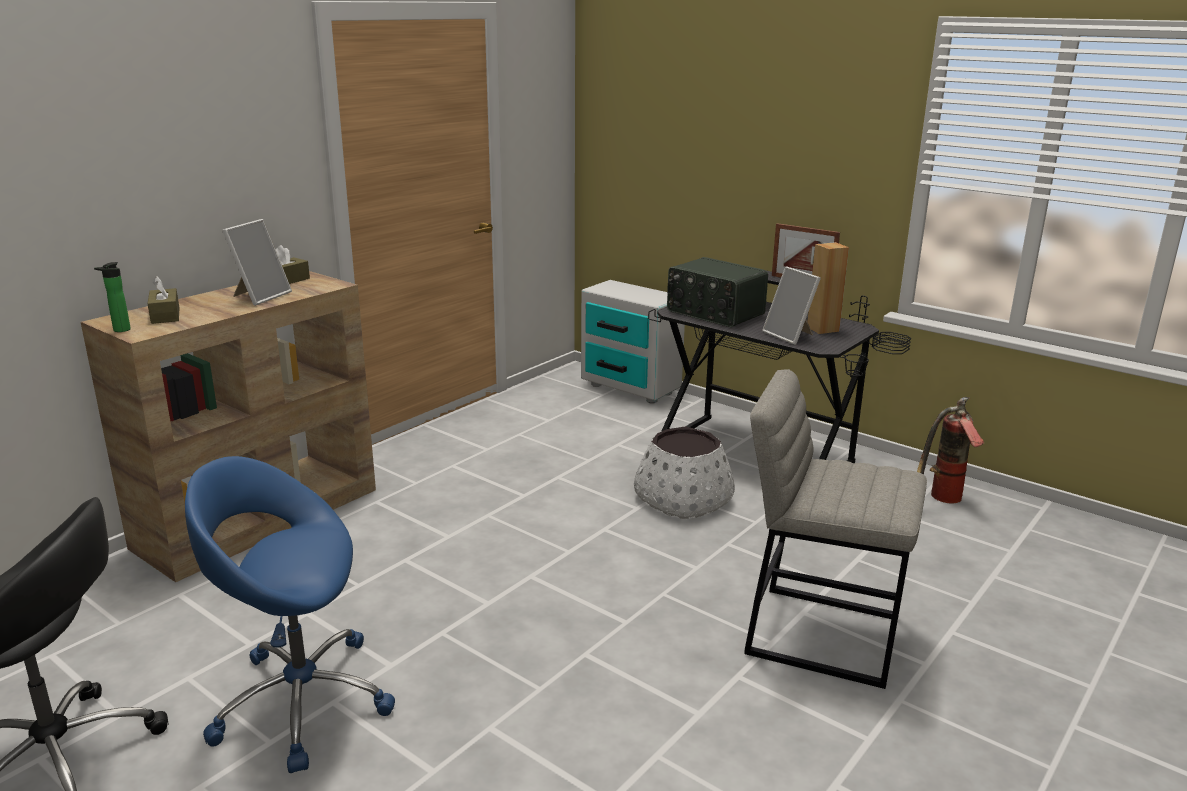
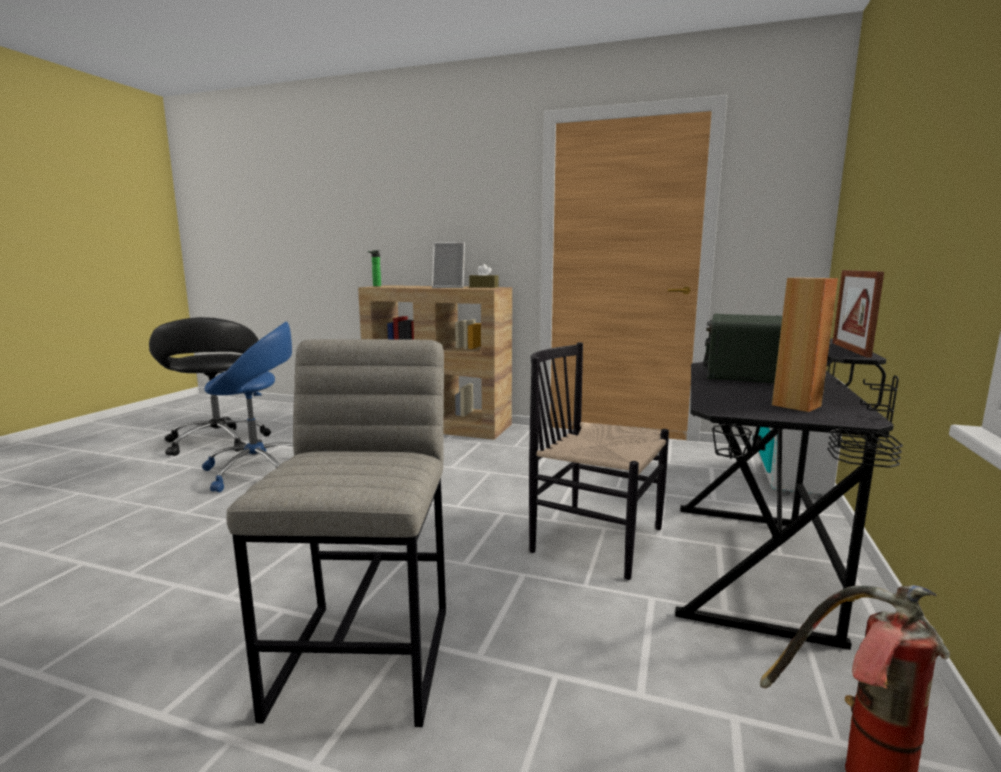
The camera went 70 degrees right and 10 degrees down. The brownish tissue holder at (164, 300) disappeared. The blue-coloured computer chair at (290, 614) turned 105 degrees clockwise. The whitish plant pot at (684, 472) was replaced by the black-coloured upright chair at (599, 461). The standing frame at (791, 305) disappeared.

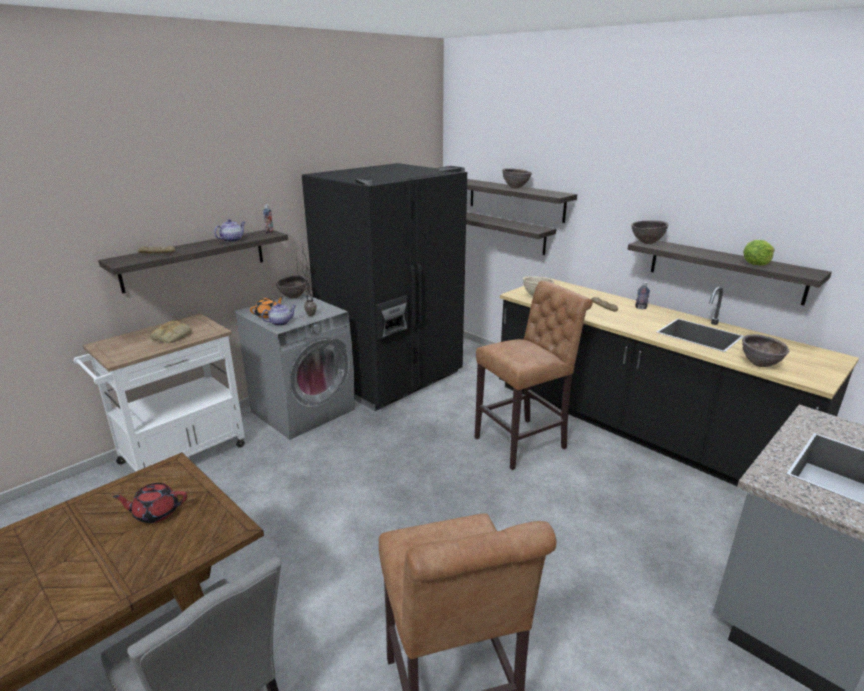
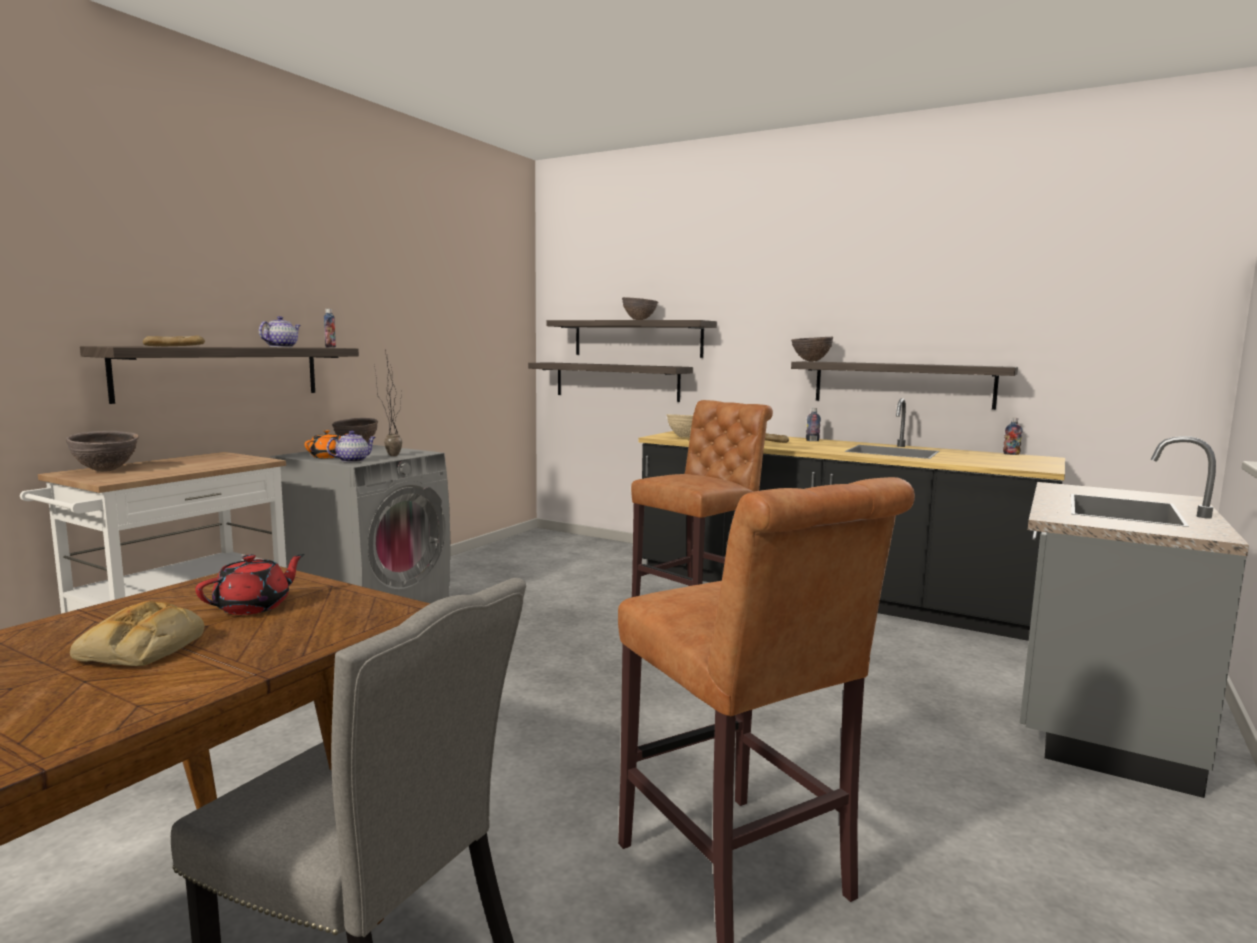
The camera went 15 degrees left and 15 degrees down. The red tea pot at (150, 503) turned 150 degrees clockwise. The bakery bread moved from (171, 332) to (137, 633). The black-coloured fridge at (384, 287) disappeared. The brownish serving bowl moved from (765, 350) to (102, 451). The head of lettuce at (759, 253) disappeared. The bottle at (1012, 436) appeared.

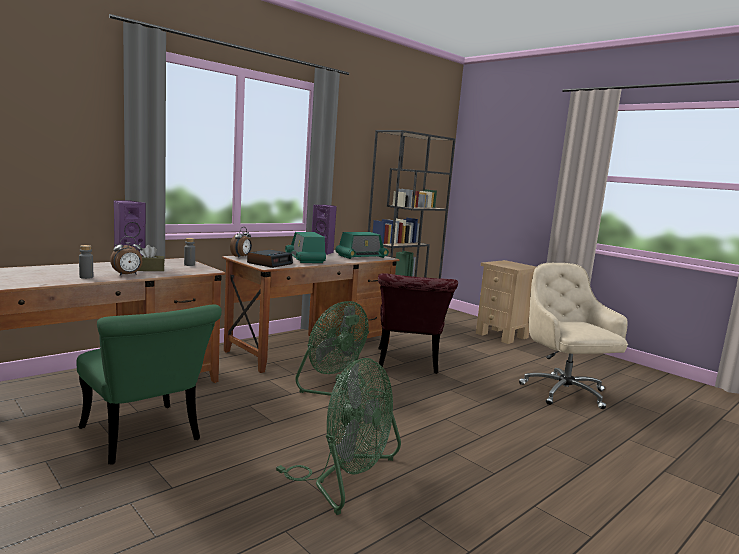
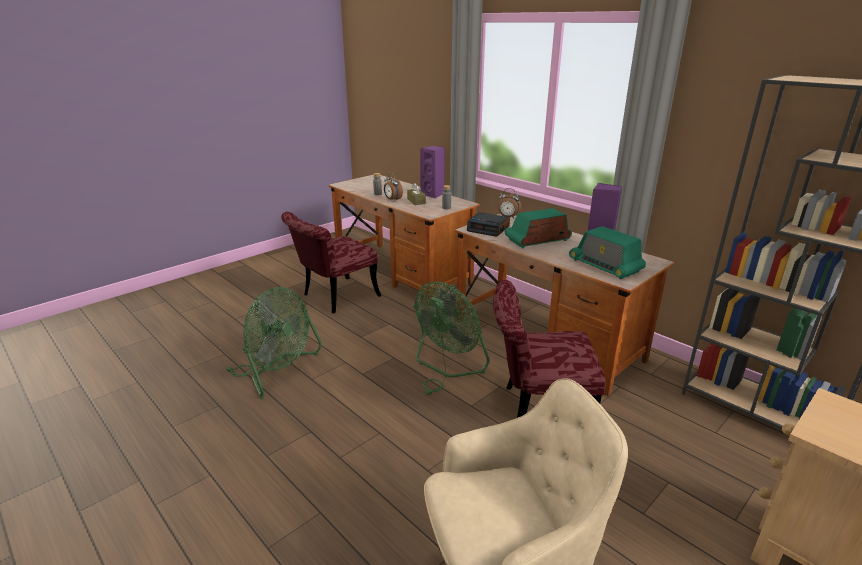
The camera went 90 degrees right and 15 degrees up. The green upright chair at (149, 384) became the red upright chair at (331, 262). The green electric fan at (338, 436) turned 90 degrees counterclockwise.

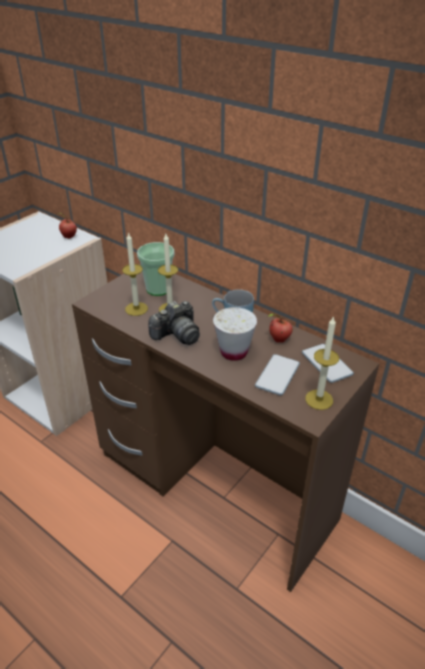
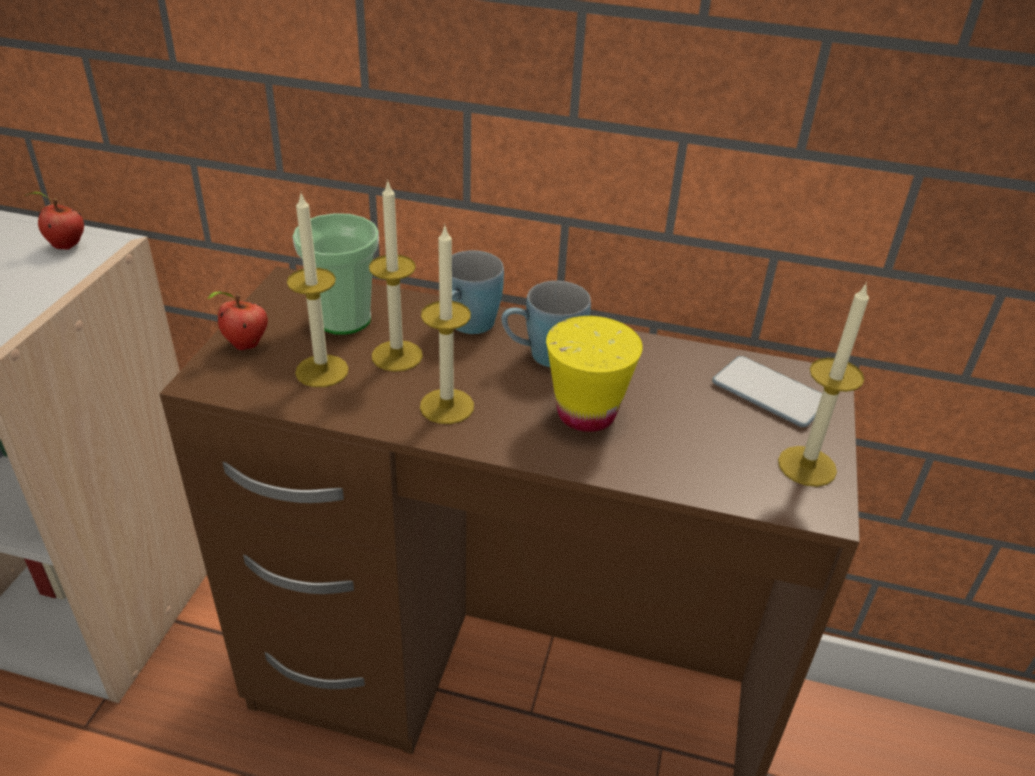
The camera went 25 degrees left and 0 degrees up. The photo camera at (174, 323) was replaced by the candle at (447, 324). The whitish drinking cup at (235, 334) became the yellow-coloured drinking cup at (594, 374). The phone at (277, 374) disappeared. The whole apple moved from (280, 328) to (237, 320). The blue-coloured coffee mug at (478, 292) appeared.

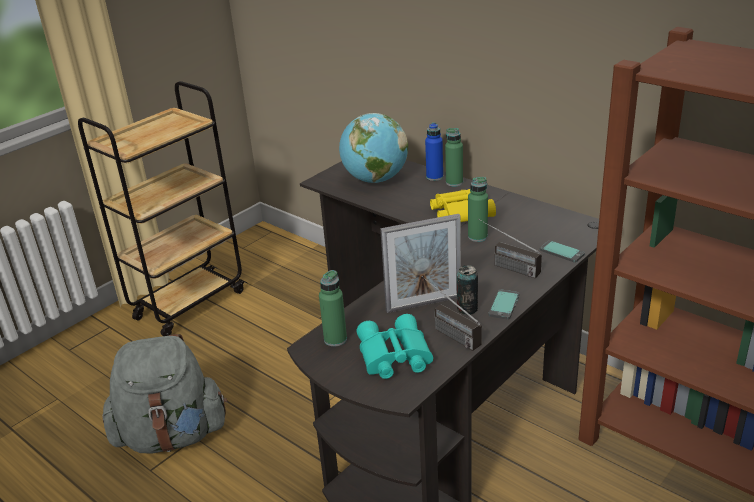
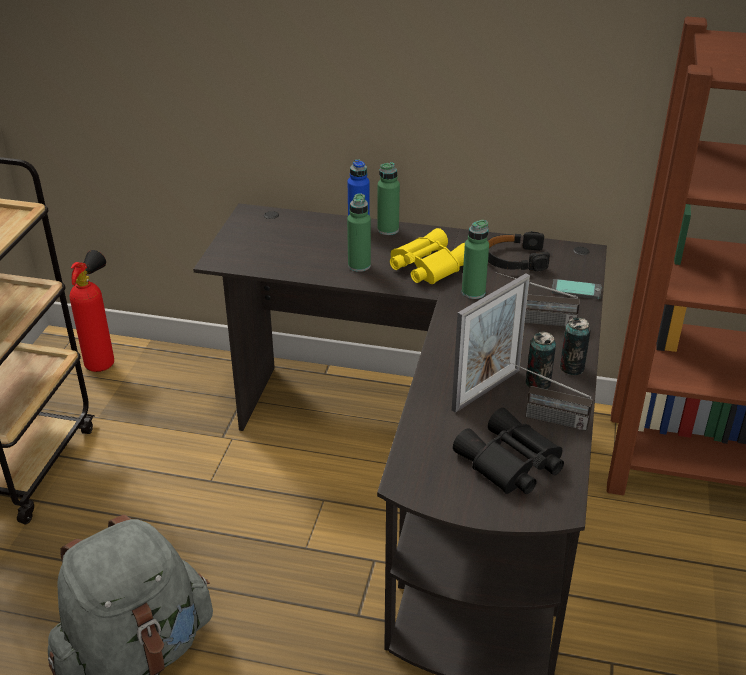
The camera went 30 degrees left and 5 degrees up. The green bottle moved from (333, 308) to (359, 232). The desk globe at (373, 148) disappeared. The turquoise-coloured pair of binoculars at (394, 346) became the black-coloured pair of binoculars at (508, 451). The phone at (504, 304) was replaced by the can at (575, 346). The extinguisher at (92, 311) appeared. The black-coloured headset at (518, 251) appeared.

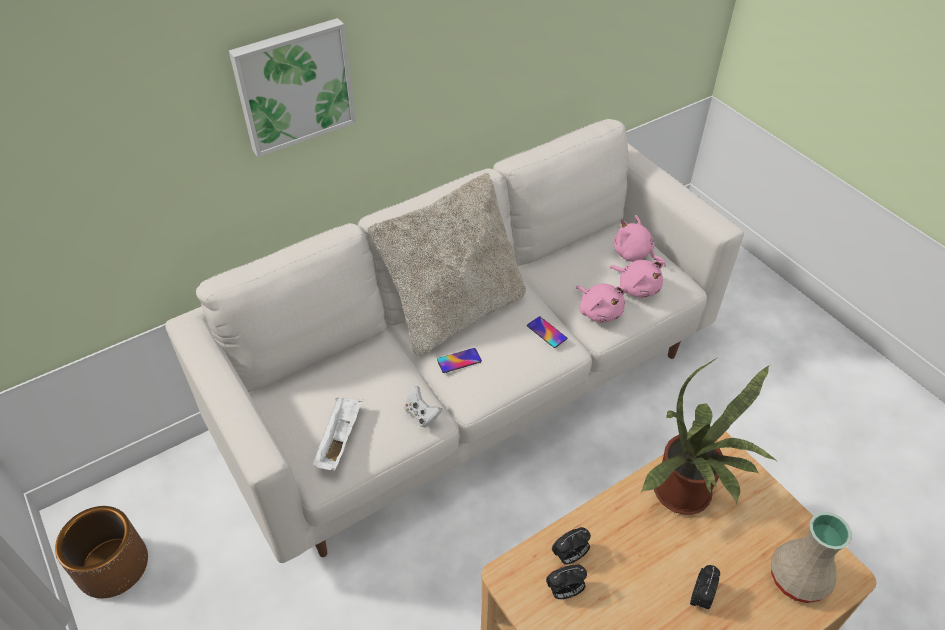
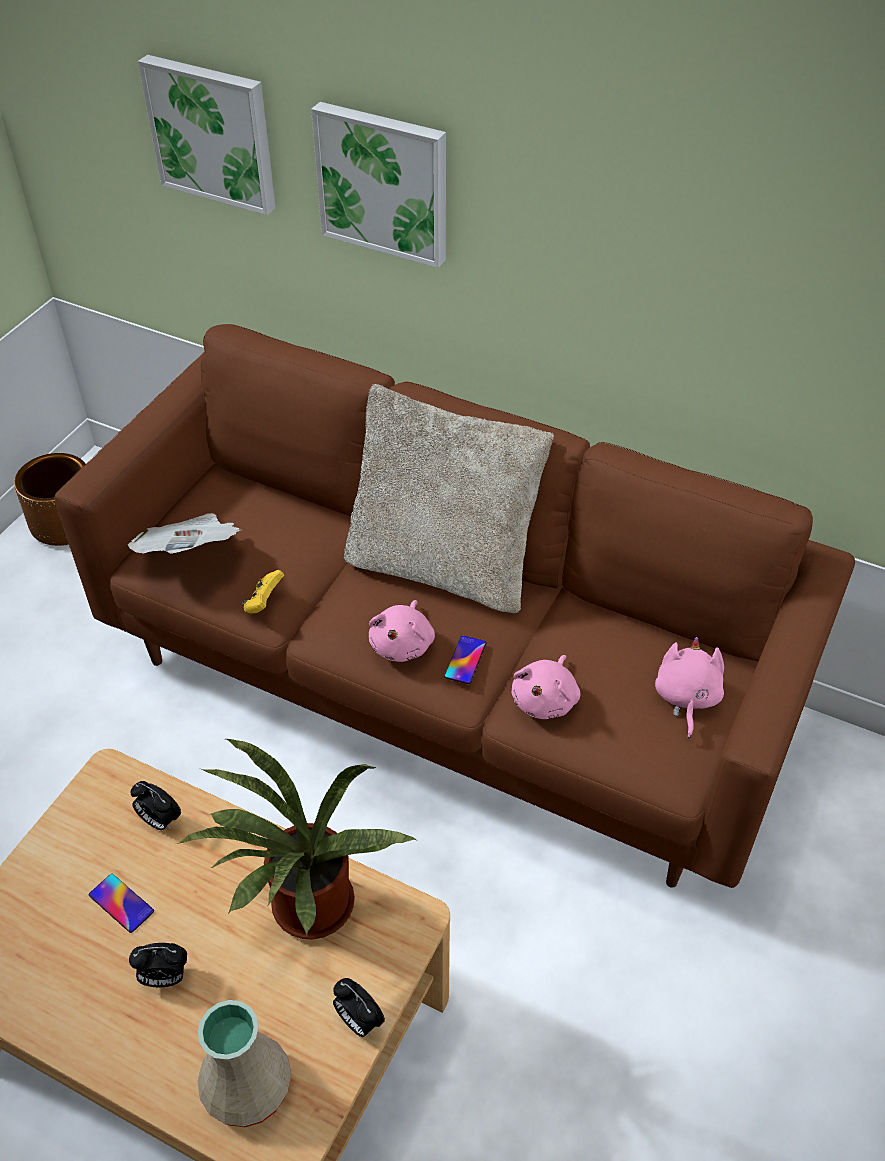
The camera went 60 degrees right and 0 degrees up. The whitish sofa at (454, 341) became the brownish sofa at (454, 606). The whitish tray at (337, 434) was replaced by the daily paper at (185, 533). The whitish joypad at (423, 407) became the yellow-coloured joypad at (263, 592). The phone moved from (459, 360) to (121, 903). The table clock moved from (566, 582) to (359, 1007). The pink cuddly toy moved from (637, 279) to (402, 631). The picture at (207, 135) appeared.

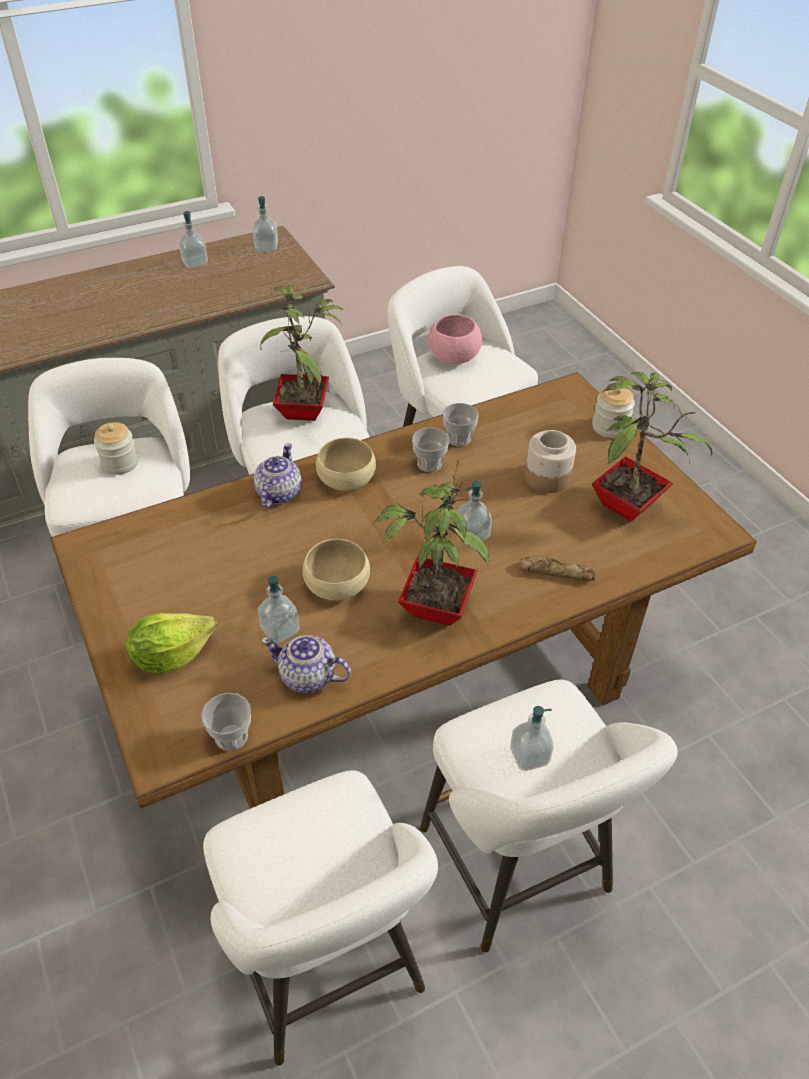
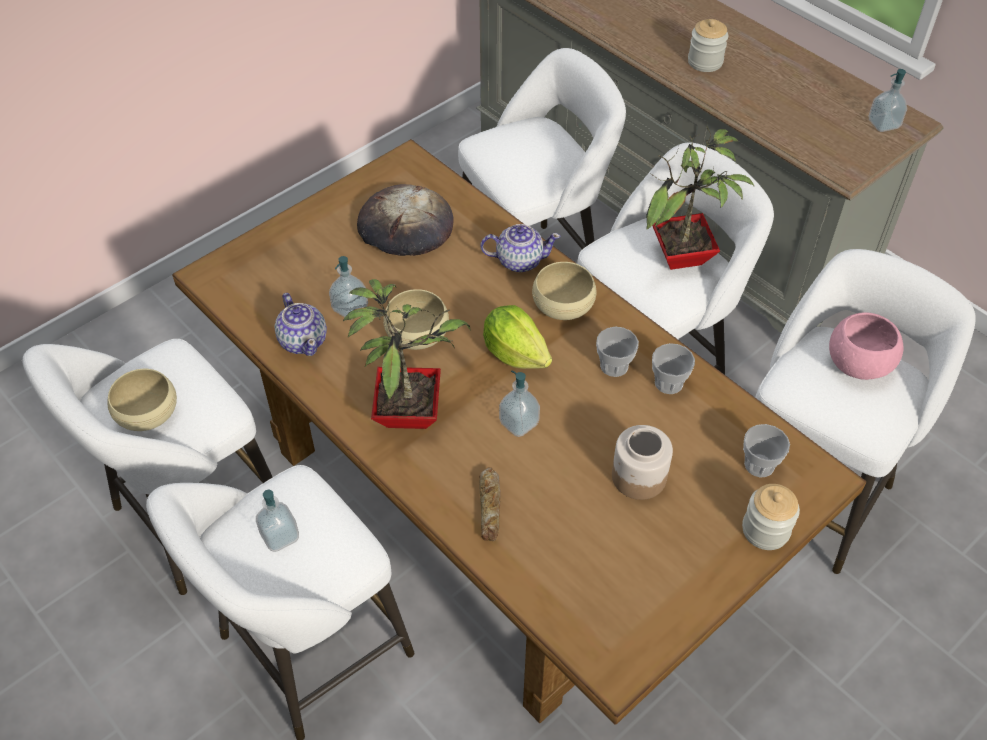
The camera went 75 degrees right and 5 degrees up. The preserve jar moved from (116, 448) to (708, 45). The head of lettuce moved from (171, 643) to (517, 337). The soap bottle at (193, 240) disappeared. The drinking cup moved from (226, 722) to (766, 450). The tea pot at (306, 664) turned 150 degrees clockwise. The potted plant at (652, 447) disappeared. The beige serving bowl at (142, 400) appeared. The bakery bread at (405, 220) appeared.

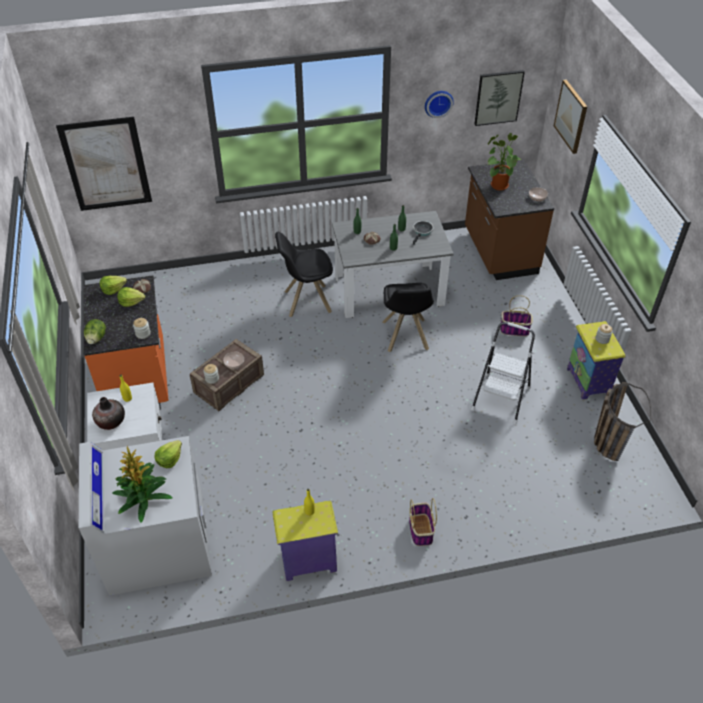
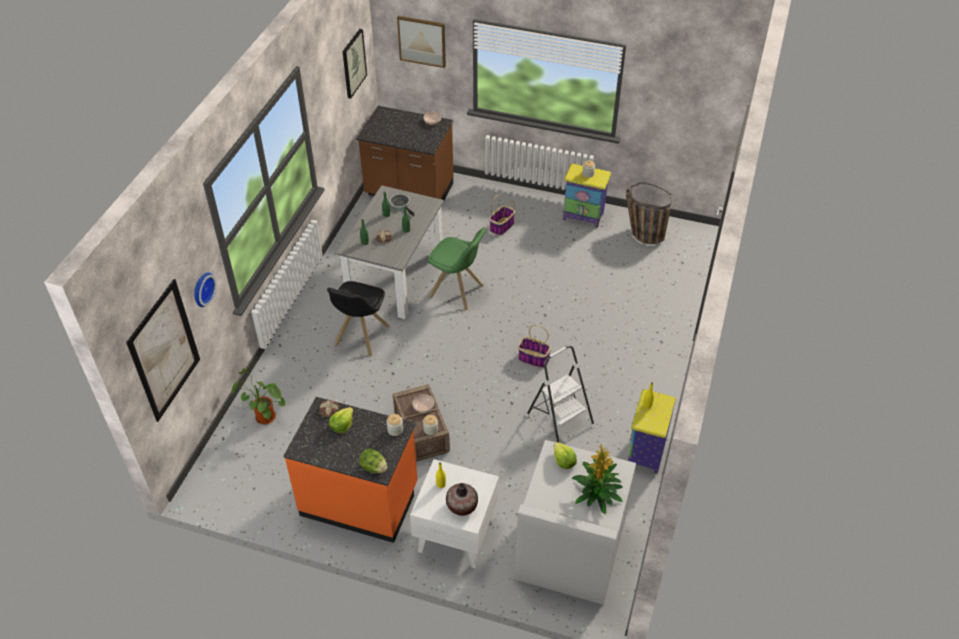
The camera went 60 degrees left and 0 degrees up. The head of lettuce at (113, 285) disappeared. The black-coloured upright chair at (408, 317) became the green upright chair at (457, 269). The household basket moved from (423, 522) to (534, 346). The hanging clock moved from (439, 104) to (205, 289). The whitish step ladder moved from (503, 373) to (560, 394). The potted plant moved from (504, 162) to (258, 395).

